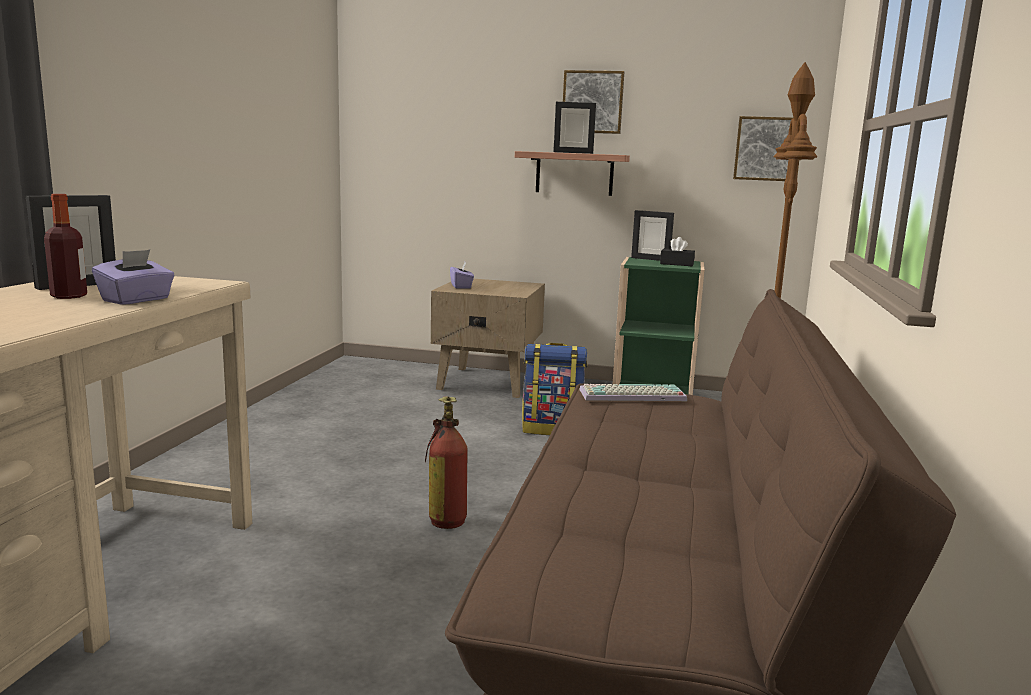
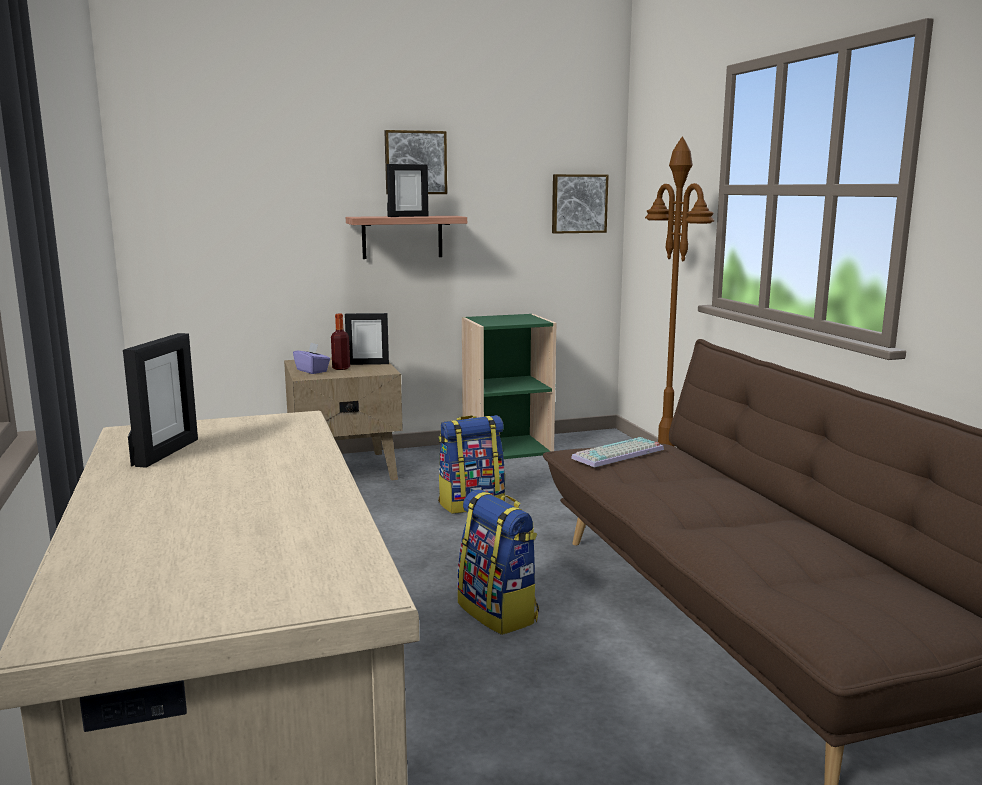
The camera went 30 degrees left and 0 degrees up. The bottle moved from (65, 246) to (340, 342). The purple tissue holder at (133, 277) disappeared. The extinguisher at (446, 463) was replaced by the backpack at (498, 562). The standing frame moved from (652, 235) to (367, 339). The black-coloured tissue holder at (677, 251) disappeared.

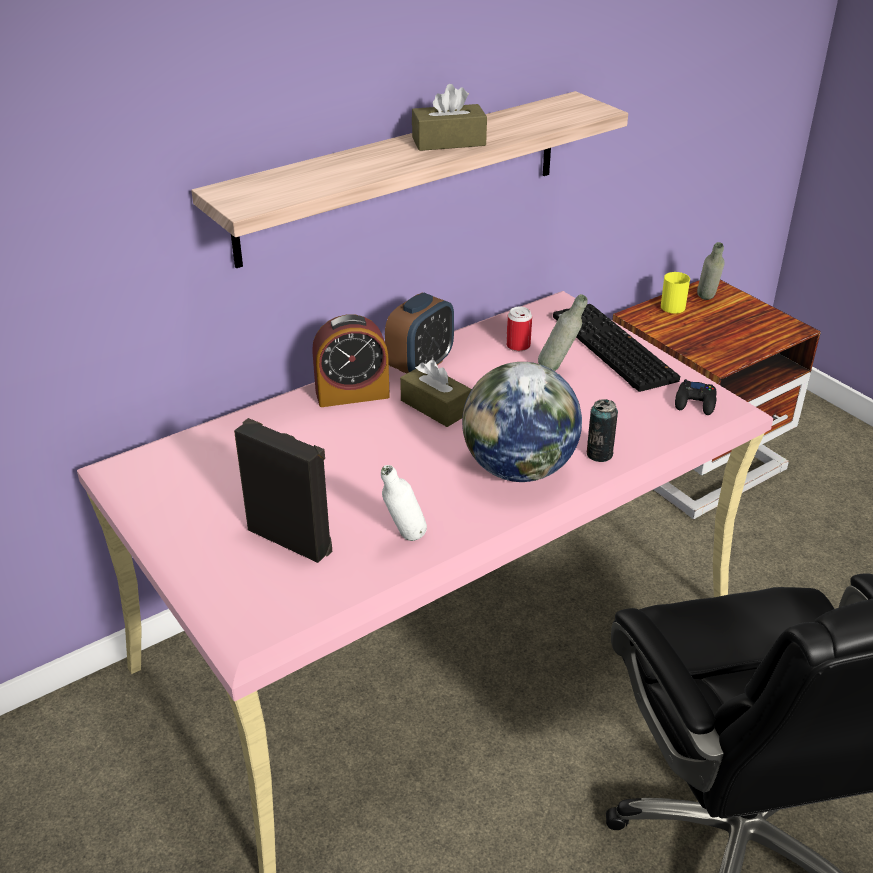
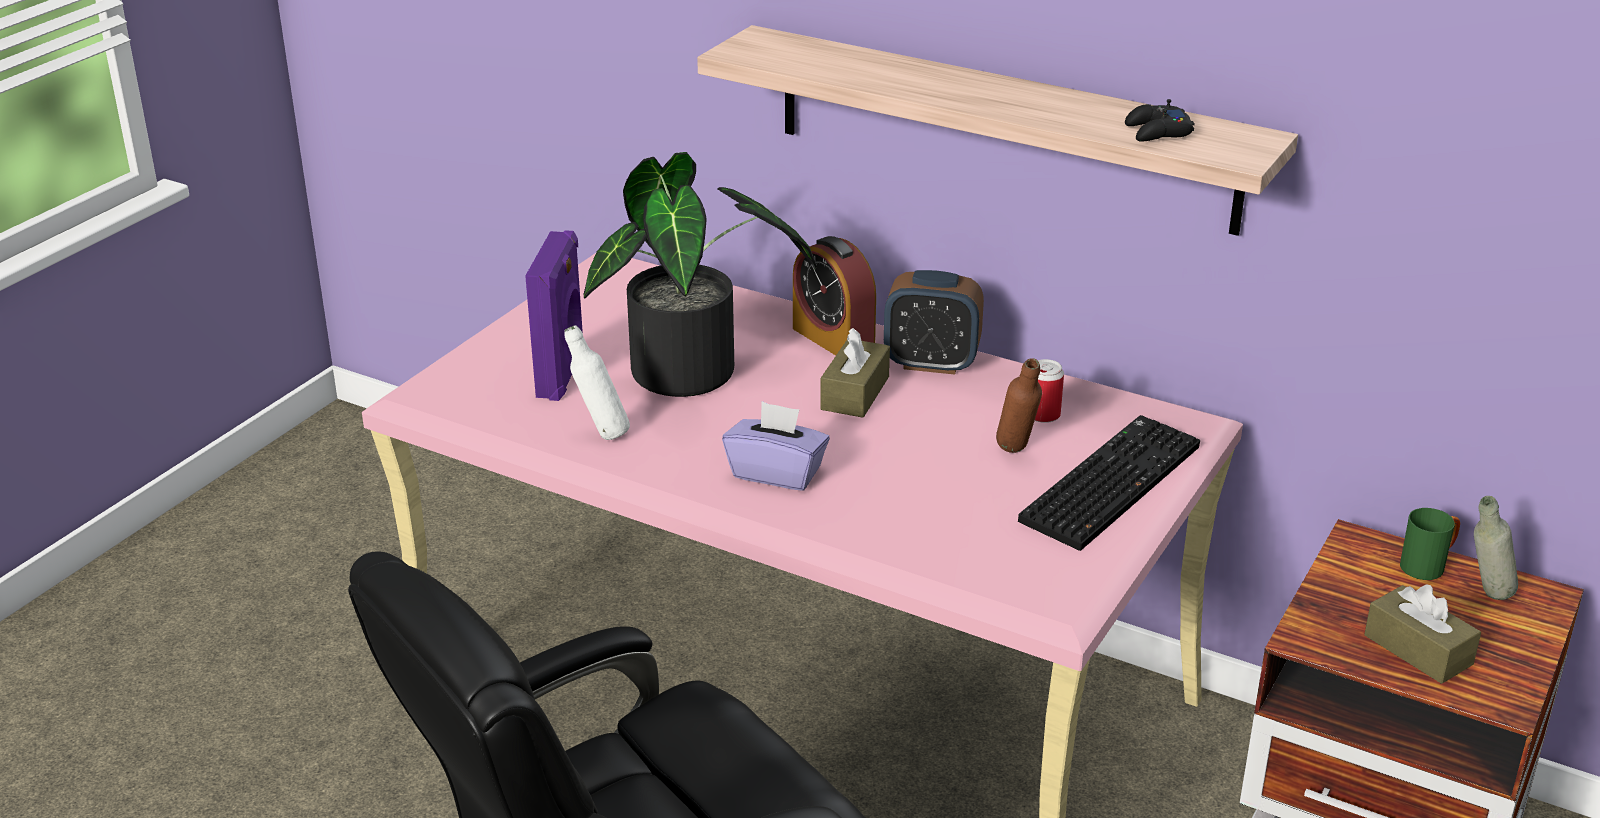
The camera went 65 degrees right and 5 degrees down. The black-coloured audio speaker at (283, 490) became the purple audio speaker at (554, 315). The brownish tissue holder moved from (449, 117) to (1422, 634). The desk globe at (522, 422) was replaced by the purple tissue holder at (776, 446). The grey bottle at (563, 332) became the brownish bottle at (1019, 405). The can at (602, 430) disappeared. The yellow-coloured coffee mug at (675, 293) became the green coffee mug at (1430, 544). The black-coloured joypad moved from (696, 397) to (1160, 120). The potted plant at (700, 274) appeared.

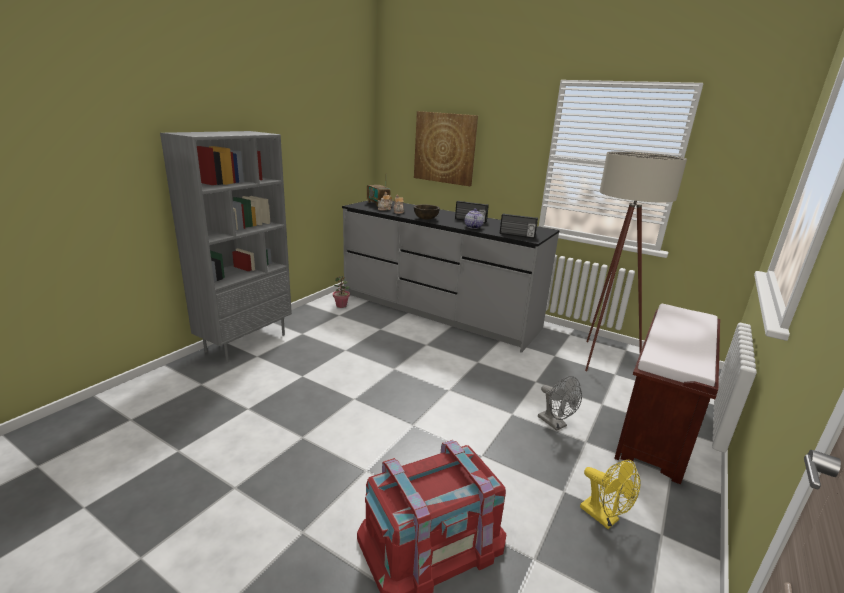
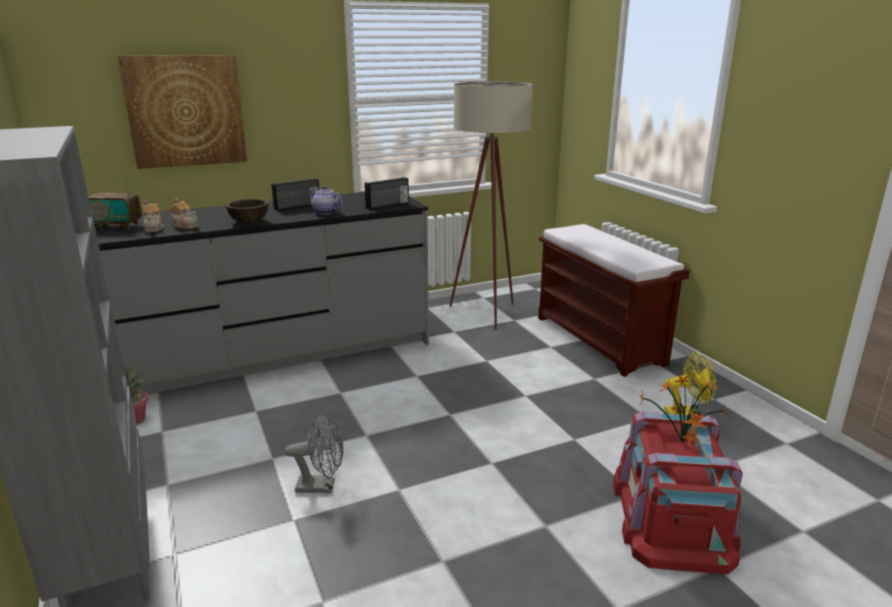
The camera went 55 degrees left and 0 degrees up. The grey electric fan moved from (560, 403) to (314, 453). The potted plant at (683, 410) appeared.

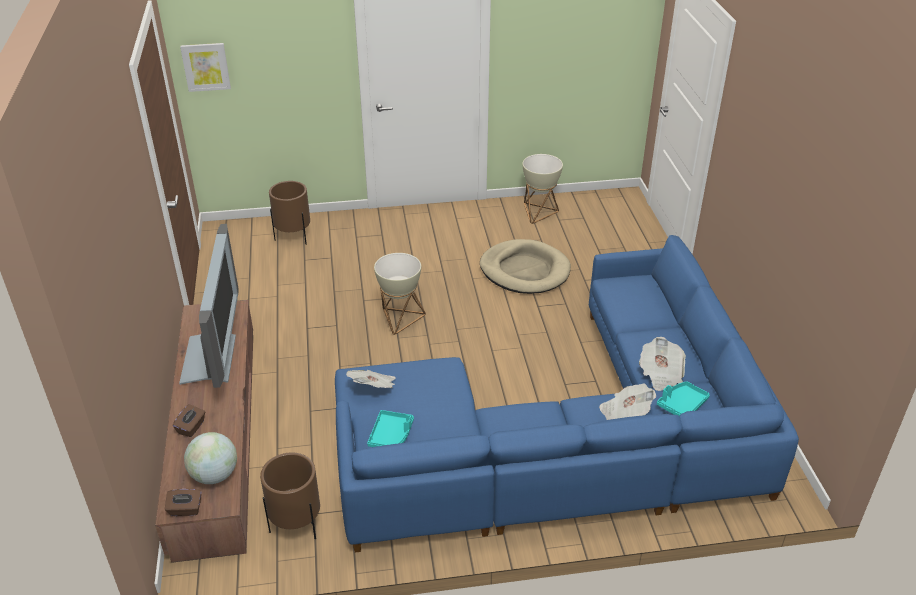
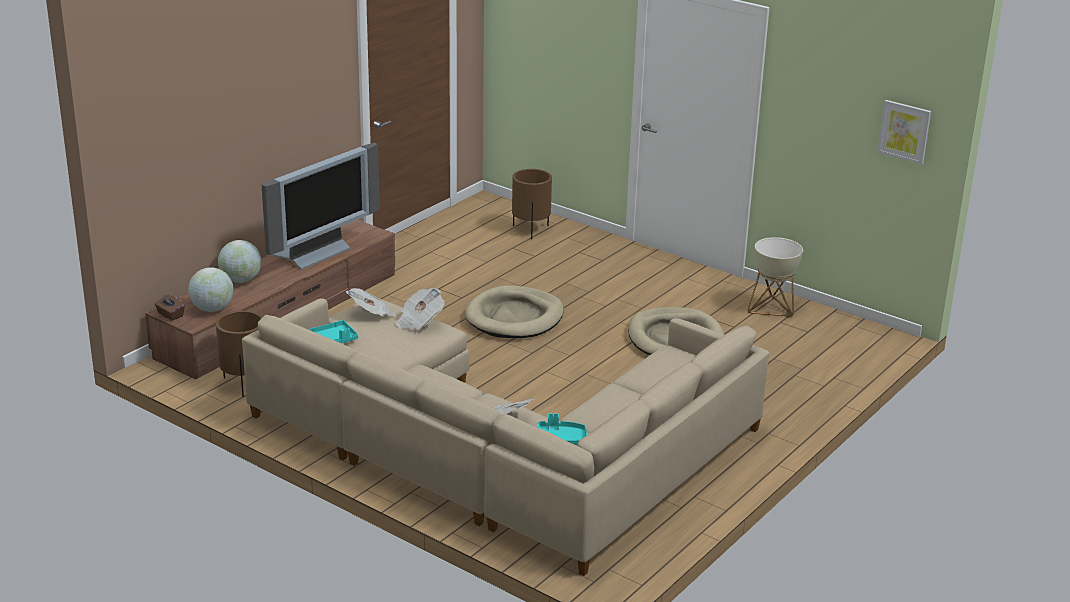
The camera went 45 degrees right and 10 degrees down. The brownish tissue holder at (189, 420) was replaced by the desk globe at (240, 261). The picture moved from (205, 67) to (904, 132). The blue-coloured sofa at (567, 394) became the beige sofa at (505, 437). The plant pot at (400, 294) was replaced by the beige dog cushion at (514, 312). The daily paper moved from (662, 364) to (420, 309).

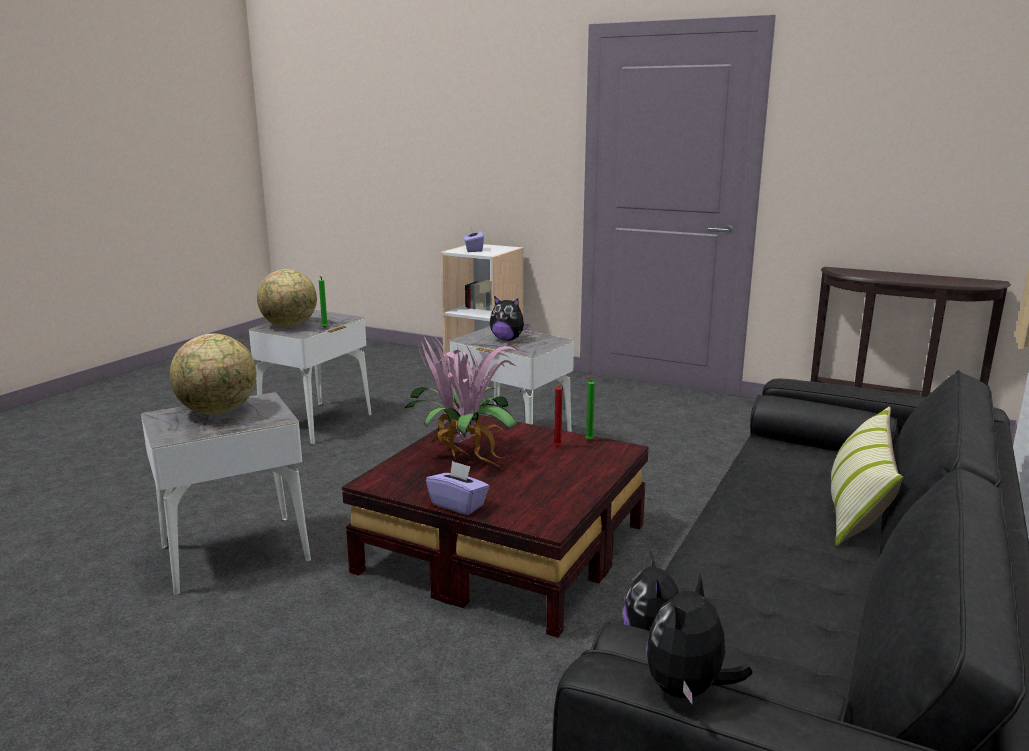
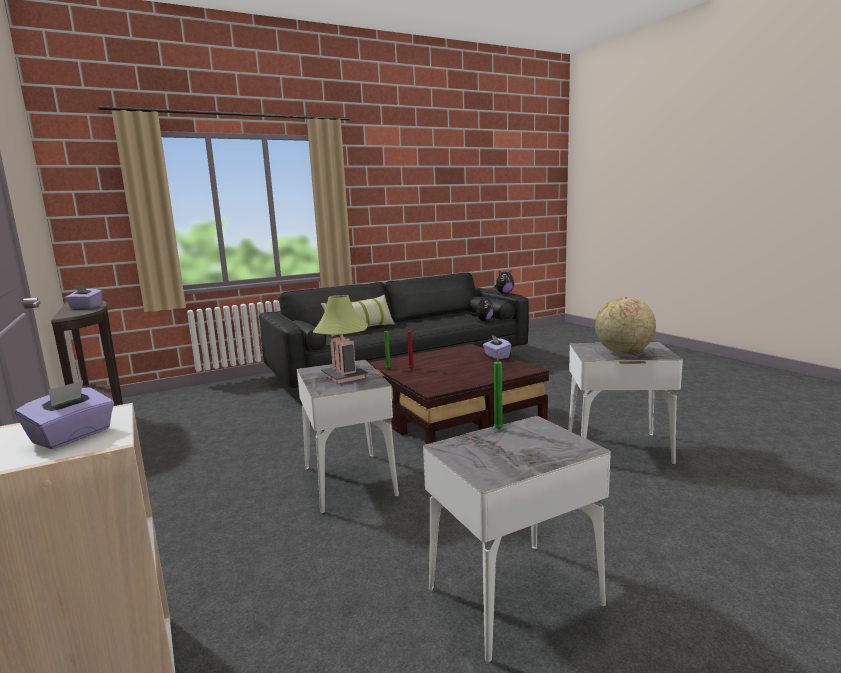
The camera went 145 degrees left and 5 degrees down. The desk globe at (287, 298) disappeared. The potted plant at (461, 403) disappeared. The cuddly toy at (510, 318) was replaced by the table lamp at (340, 339). The purple tissue holder at (83, 296) appeared.

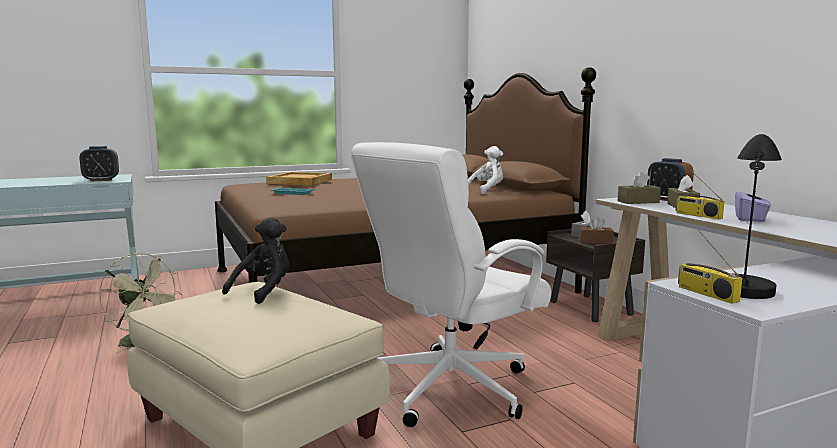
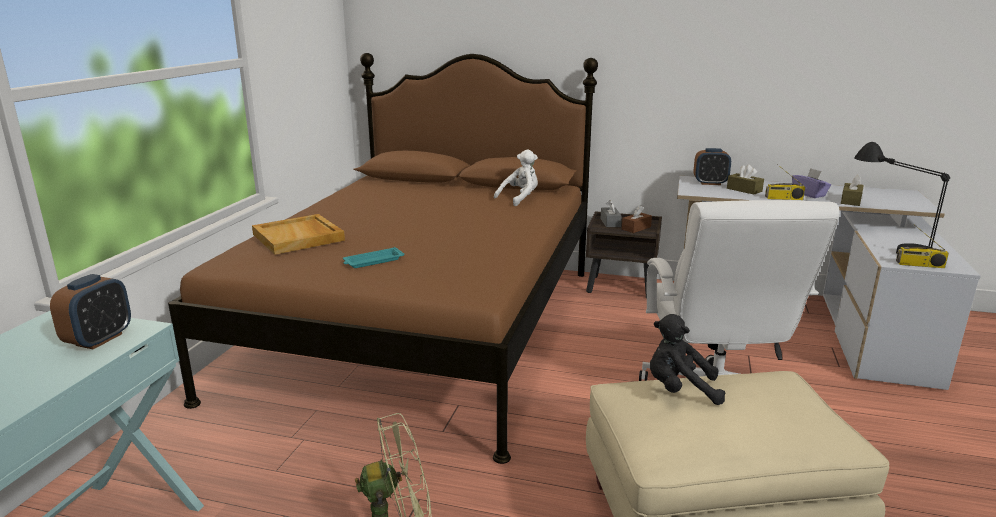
The camera went 50 degrees left and 10 degrees up. The black-coloured cuddly toy at (255, 260) turned 60 degrees counterclockwise. The whitish cuddly toy at (485, 170) turned 45 degrees clockwise. The brownish tissue holder moved from (639, 188) to (852, 190).

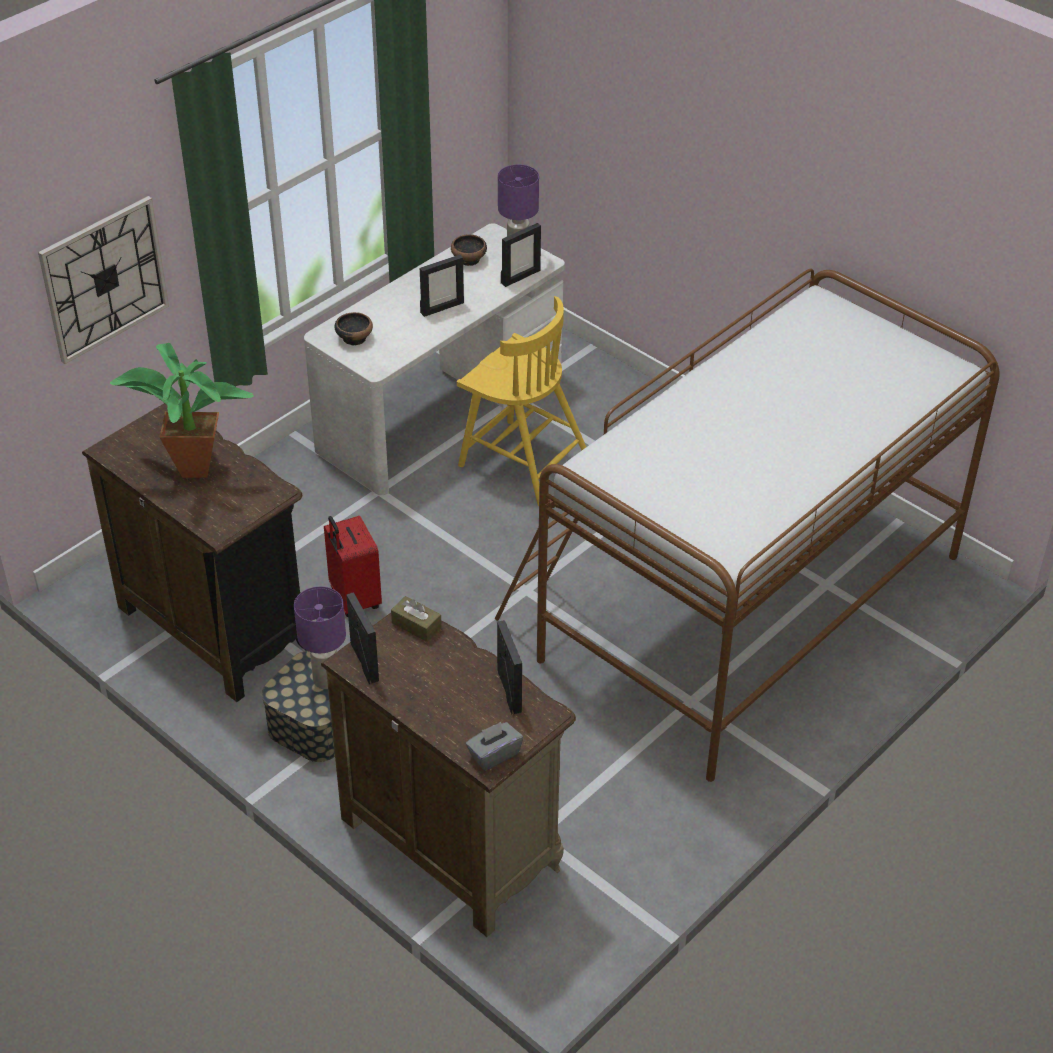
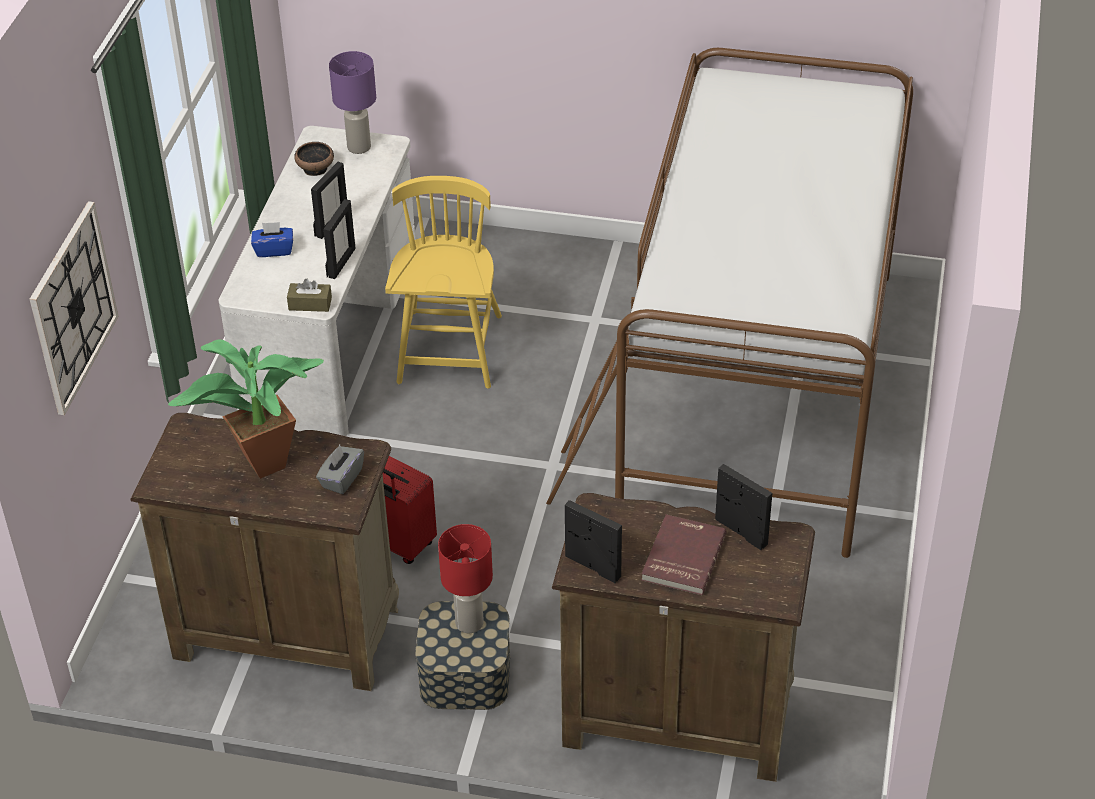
The camera went 30 degrees left and 0 degrees up. The black-coloured chest of drawers at (194, 552) became the beige chest of drawers at (264, 552). The purple table lamp at (320, 637) became the red table lamp at (465, 578). The serving bowl at (353, 328) disappeared. The brownish tissue holder moved from (416, 619) to (309, 295). The yellow-coloured upright chair at (521, 401) turned 90 degrees counterclockwise. The grey tissue holder moved from (494, 746) to (340, 469). The standing frame moved from (521, 255) to (339, 239). The blue-coloured tissue holder at (272, 239) appeared. The red book at (684, 554) appeared.

